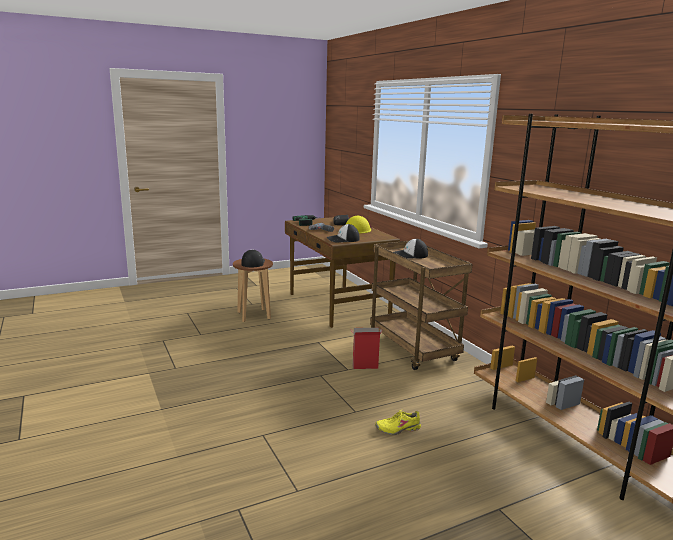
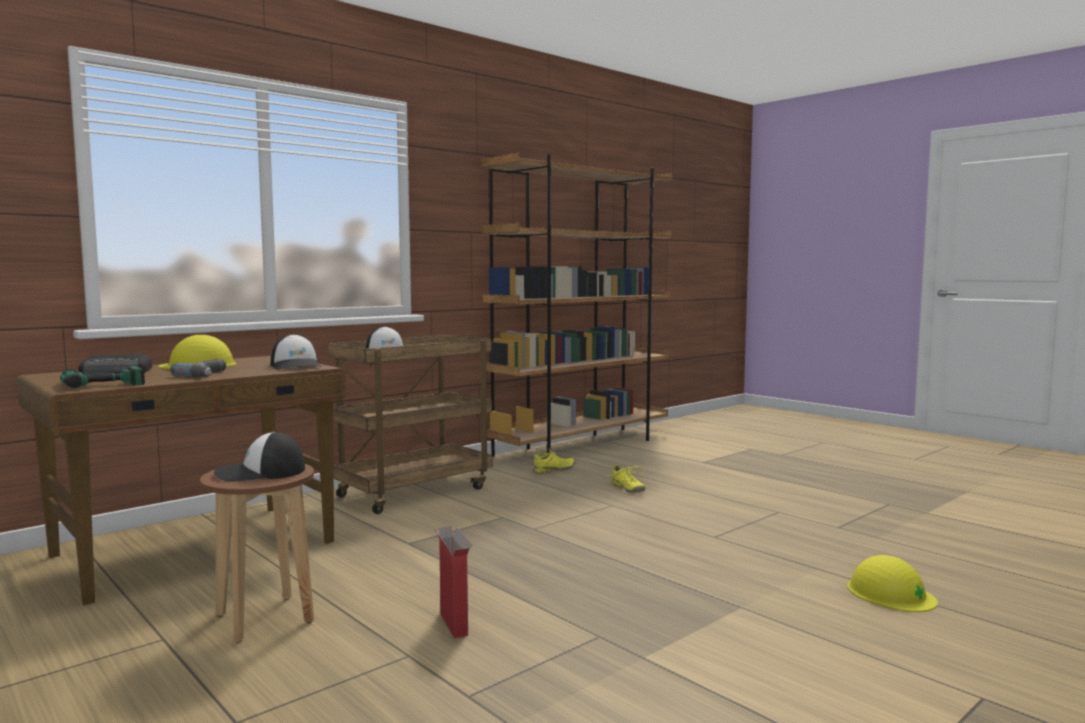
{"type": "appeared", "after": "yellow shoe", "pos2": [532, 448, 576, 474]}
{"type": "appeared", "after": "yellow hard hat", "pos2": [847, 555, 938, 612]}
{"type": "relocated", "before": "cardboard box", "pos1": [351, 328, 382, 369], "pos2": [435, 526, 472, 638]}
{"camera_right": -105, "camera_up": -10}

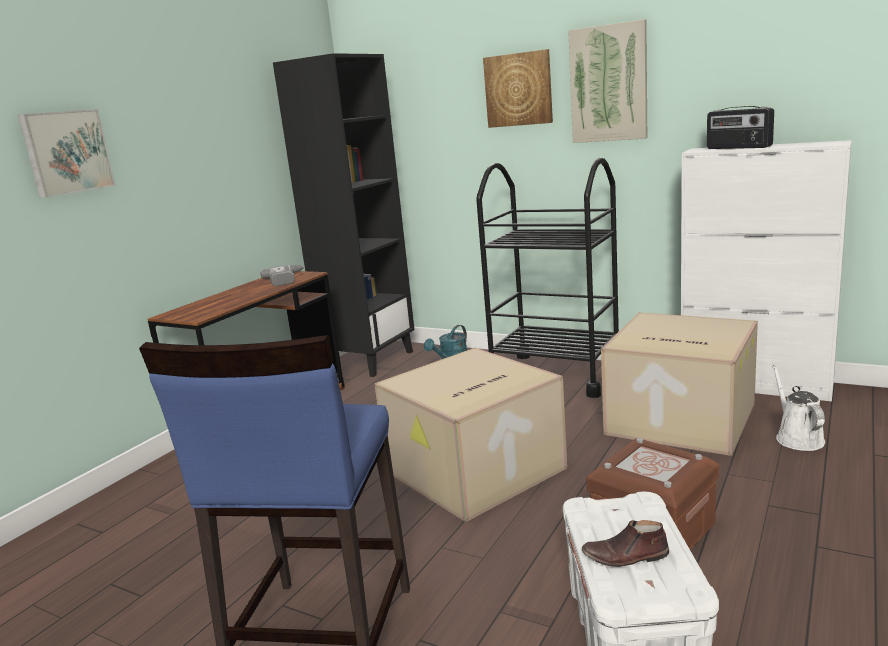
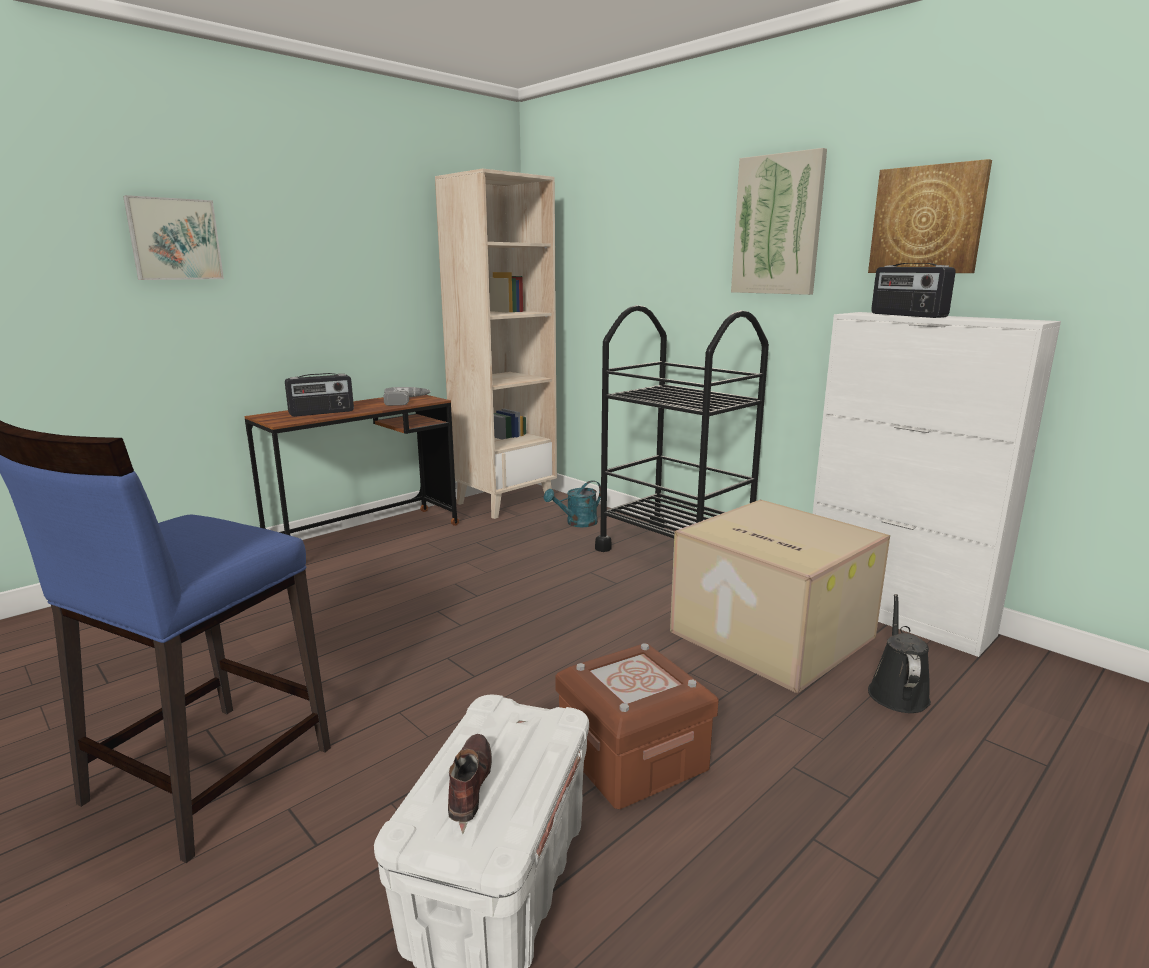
{"type": "missing", "before": "cardboard box", "pos1": [374, 348, 567, 522]}
{"type": "appeared", "after": "radio", "pos2": [285, 373, 354, 417]}
{"type": "relocated", "before": "picture", "pos1": [483, 49, 553, 128], "pos2": [868, 159, 992, 273]}
{"type": "colour", "before": "black bookcase", "after": "beige bookcase", "pos1": [273, 53, 415, 377], "pos2": [435, 168, 557, 519]}
{"type": "colour", "before": "white watering can", "after": "black watering can", "pos1": [772, 365, 825, 451], "pos2": [868, 594, 931, 713]}
{"type": "spun", "before": "brown shoe", "pos1": [582, 520, 669, 567], "pos2": [448, 734, 492, 822], "turn": 75}
{"camera_right": 15, "camera_up": 0}

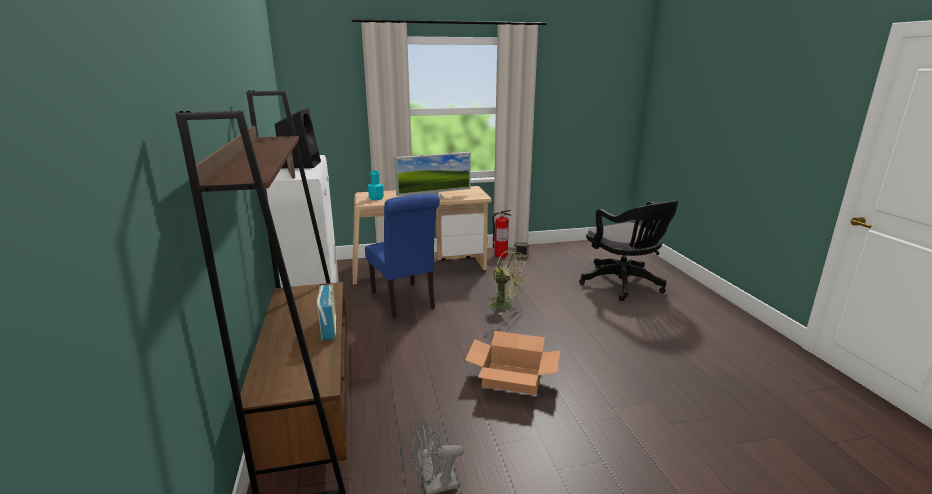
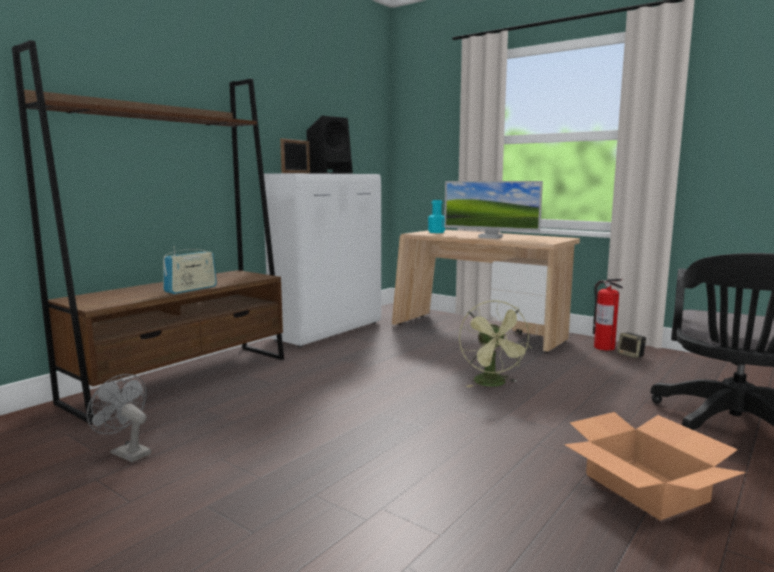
{"type": "missing", "before": "blue chair", "pos1": [365, 193, 440, 318]}
{"type": "relocated", "before": "cardboard box", "pos1": [465, 331, 560, 395], "pos2": [564, 412, 746, 520]}
{"camera_right": 50, "camera_up": -10}

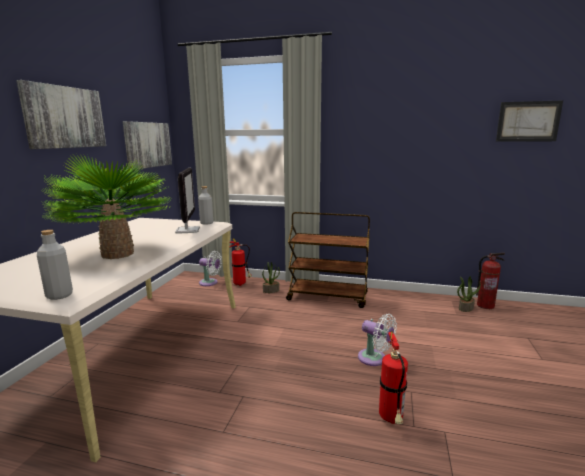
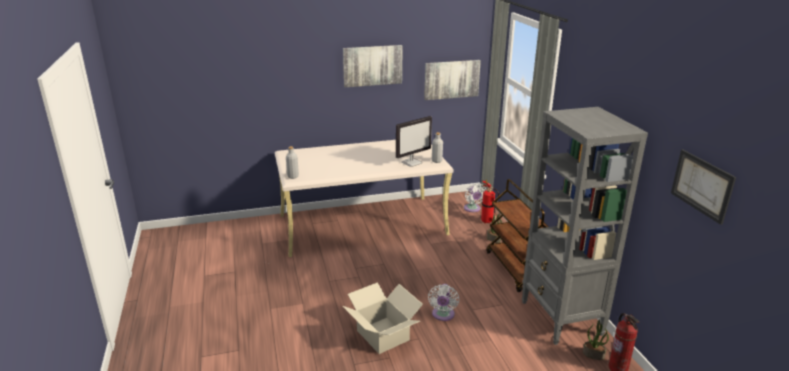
{"type": "missing", "before": "potted plant", "pos1": [42, 154, 172, 259]}
{"type": "appeared", "after": "grey bookcase", "pos2": [522, 107, 648, 345]}
{"type": "exchanged", "before": "fire extinguisher", "after": "cardboard box", "pos1": [379, 331, 408, 424], "pos2": [343, 282, 423, 354]}
{"camera_right": 60, "camera_up": 10}

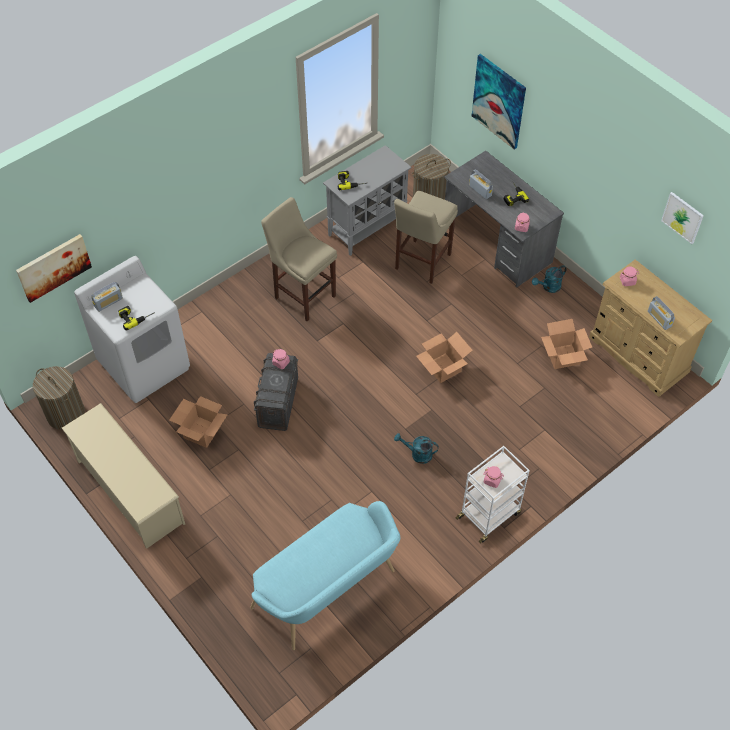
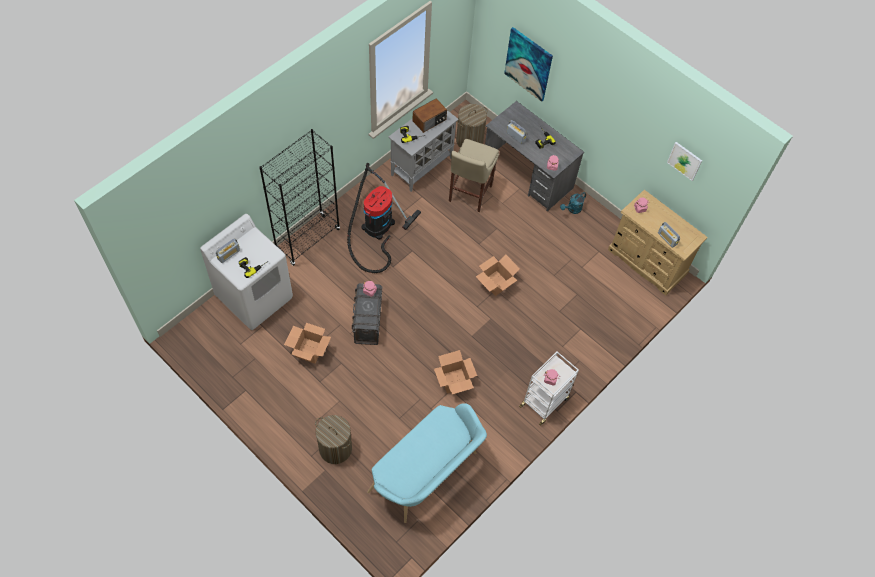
{"type": "missing", "before": "picture", "pos1": [16, 234, 92, 303]}
{"type": "missing", "before": "beige shoe rack", "pos1": [62, 403, 185, 549]}
{"type": "missing", "before": "turquoise watering can", "pos1": [394, 433, 439, 464]}
{"type": "appeared", "after": "black bookcase", "pos2": [259, 129, 340, 266]}
{"type": "appeared", "after": "radio", "pos2": [413, 98, 447, 133]}
{"type": "relocated", "before": "laundry basket", "pos1": [33, 366, 85, 430], "pos2": [315, 415, 352, 464]}
{"type": "relocated", "before": "cardboard box", "pos1": [541, 319, 592, 369], "pos2": [434, 350, 477, 394]}
{"type": "exchanged", "before": "beige stool", "after": "vacuum cleaner", "pos1": [261, 197, 337, 322], "pos2": [347, 163, 421, 273]}
{"camera_right": -10, "camera_up": 5}

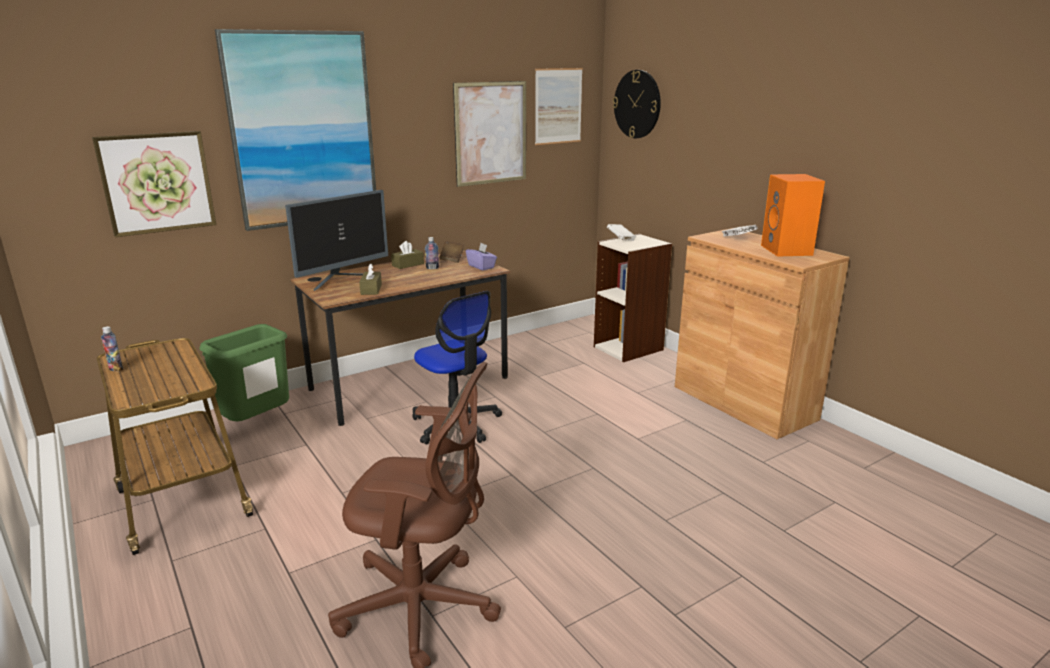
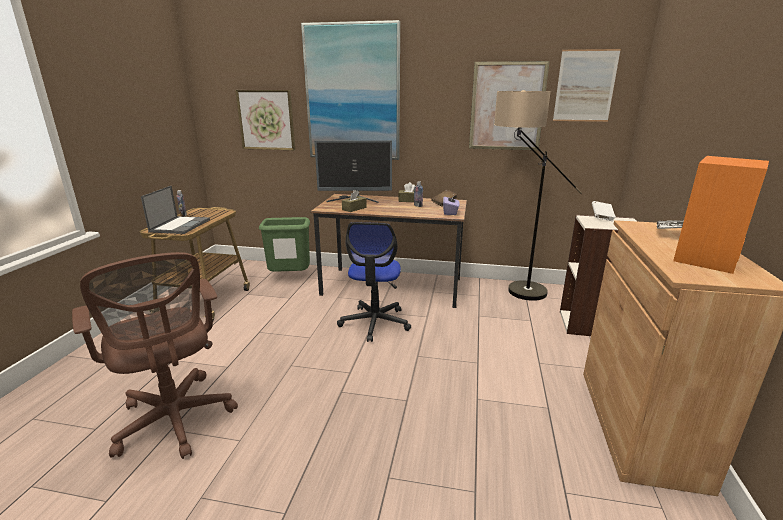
{"type": "missing", "before": "wall clock", "pos1": [612, 70, 661, 138]}
{"type": "appeared", "after": "laptop", "pos2": [141, 186, 210, 234]}
{"type": "appeared", "after": "floor lamp", "pos2": [494, 90, 582, 301]}
{"camera_right": 45, "camera_up": 0}

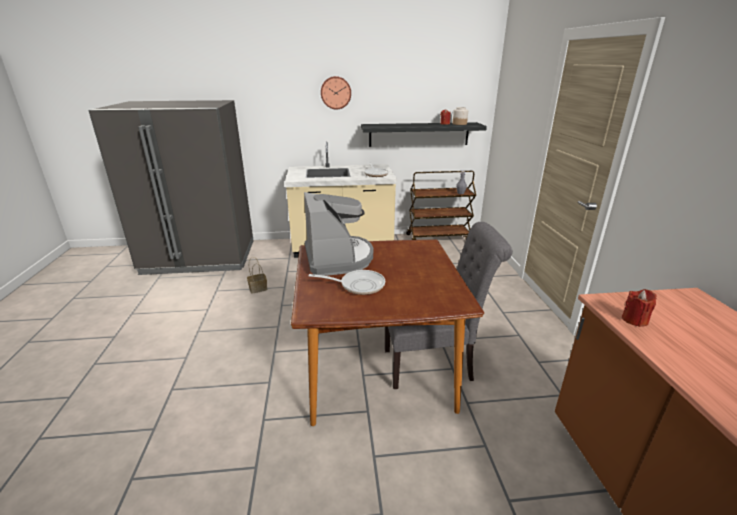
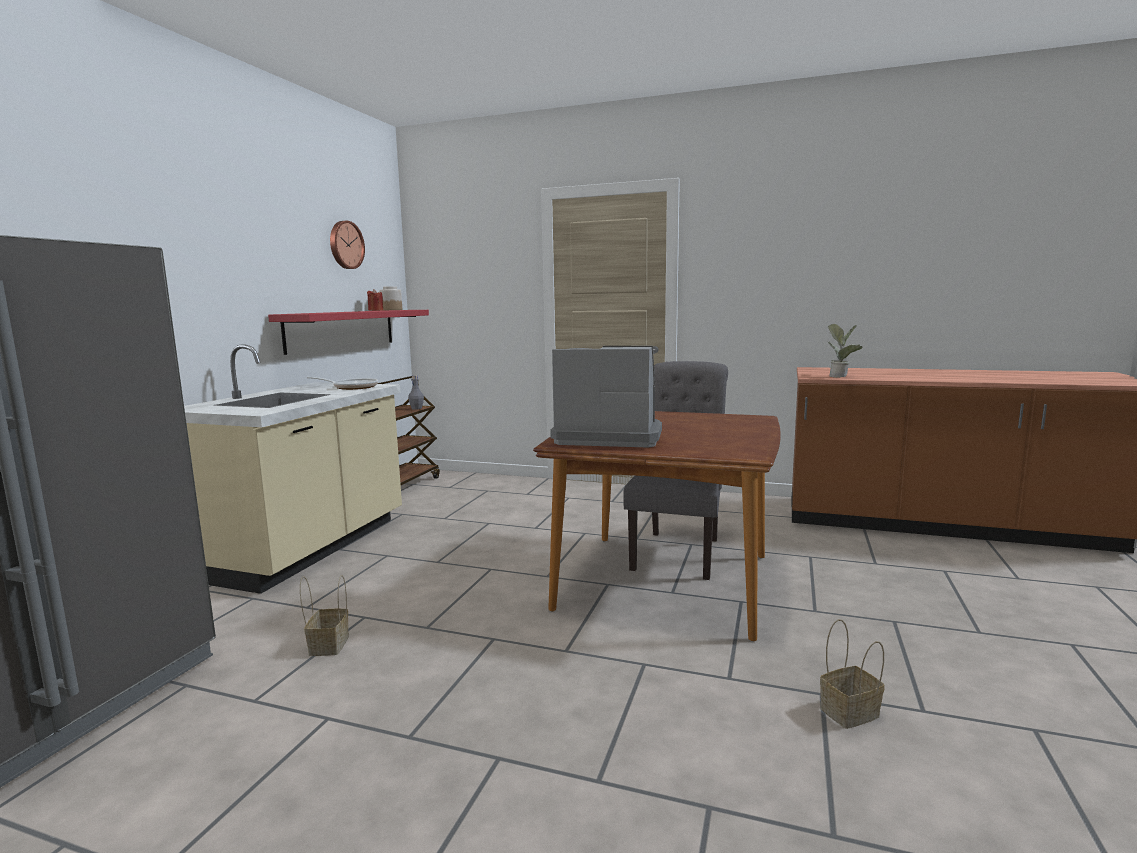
{"type": "missing", "before": "frying pan", "pos1": [309, 270, 385, 295]}
{"type": "appeared", "after": "basket", "pos2": [820, 619, 885, 729]}
{"type": "relocated", "before": "wall clock", "pos1": [321, 76, 351, 109], "pos2": [330, 221, 365, 269]}
{"type": "exchanged", "before": "red candle", "after": "potted plant", "pos1": [622, 289, 656, 327], "pos2": [828, 324, 863, 378]}
{"type": "colour", "before": "black shelf", "after": "red shelf", "pos1": [361, 122, 487, 147], "pos2": [268, 310, 429, 355]}
{"camera_right": -65, "camera_up": -15}

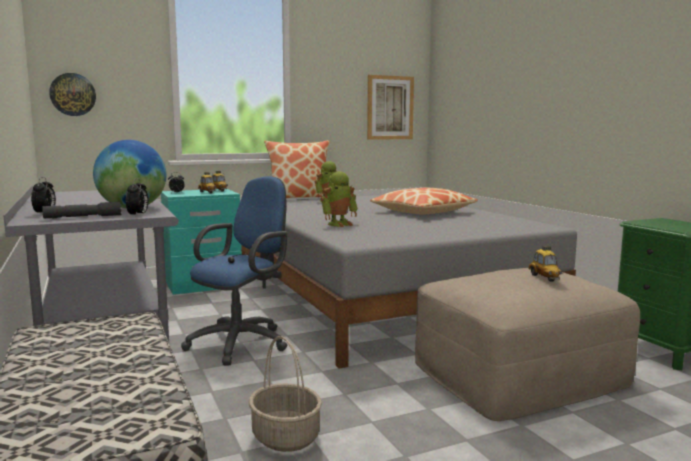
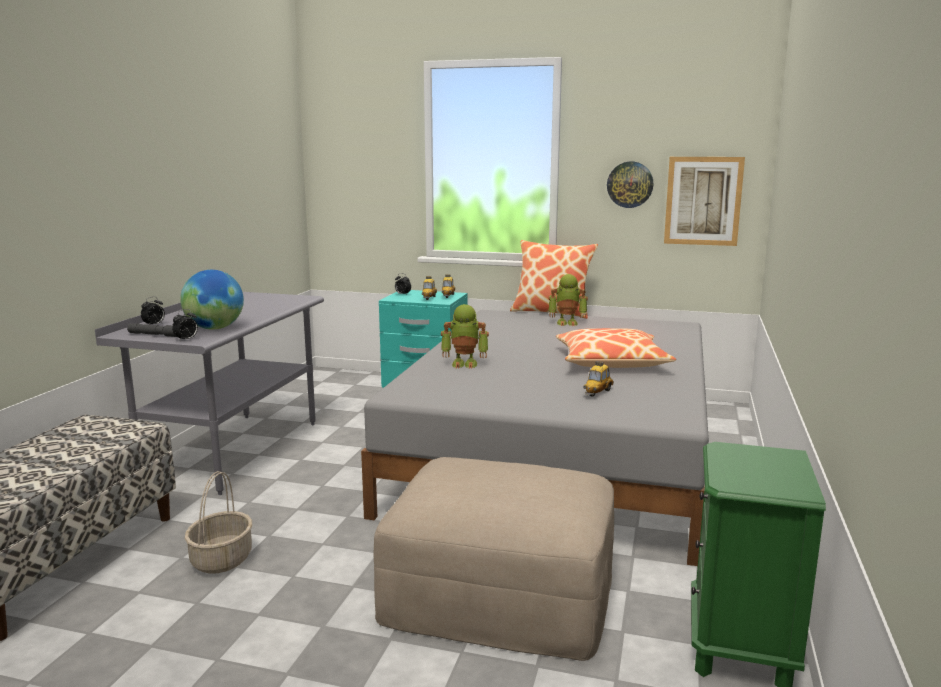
{"type": "missing", "before": "blue office chair", "pos1": [181, 176, 287, 365]}
{"type": "relocated", "before": "wall clock", "pos1": [49, 73, 96, 116], "pos2": [607, 161, 653, 208]}
{"type": "relocated", "before": "toy car", "pos1": [528, 246, 562, 282], "pos2": [583, 361, 614, 397]}
{"camera_right": 40, "camera_up": 5}

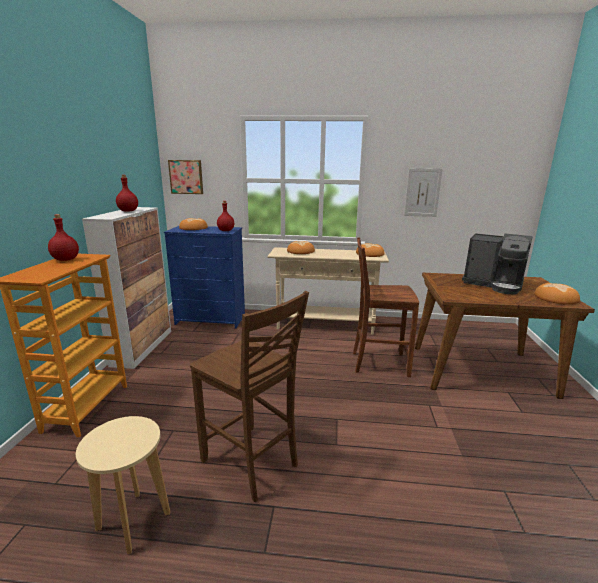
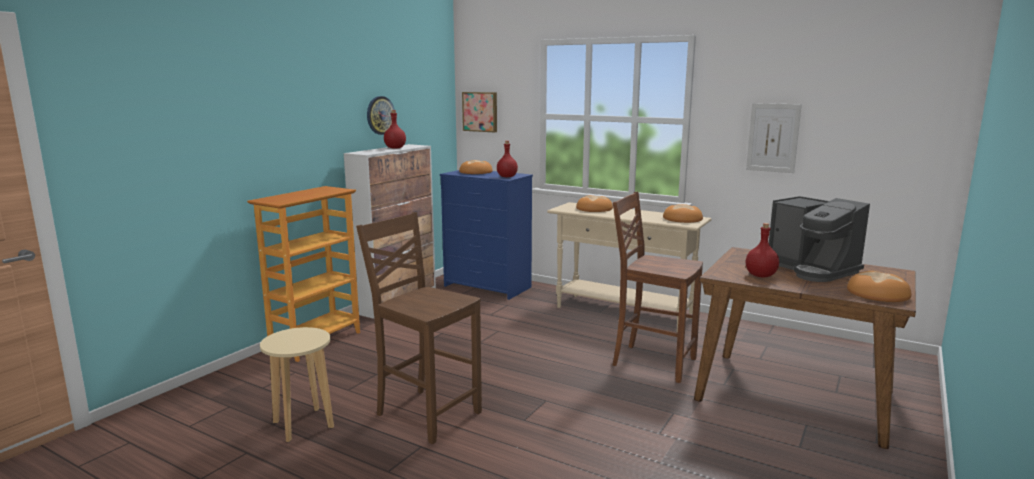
{"type": "appeared", "after": "wall clock", "pos2": [367, 96, 394, 135]}
{"type": "relocated", "before": "red bottle", "pos1": [48, 214, 79, 261], "pos2": [746, 223, 779, 278]}
{"type": "spun", "before": "brown chair", "pos1": [190, 291, 309, 502], "pos2": [356, 212, 482, 444], "turn": 150}
{"camera_right": 25, "camera_up": -5}

